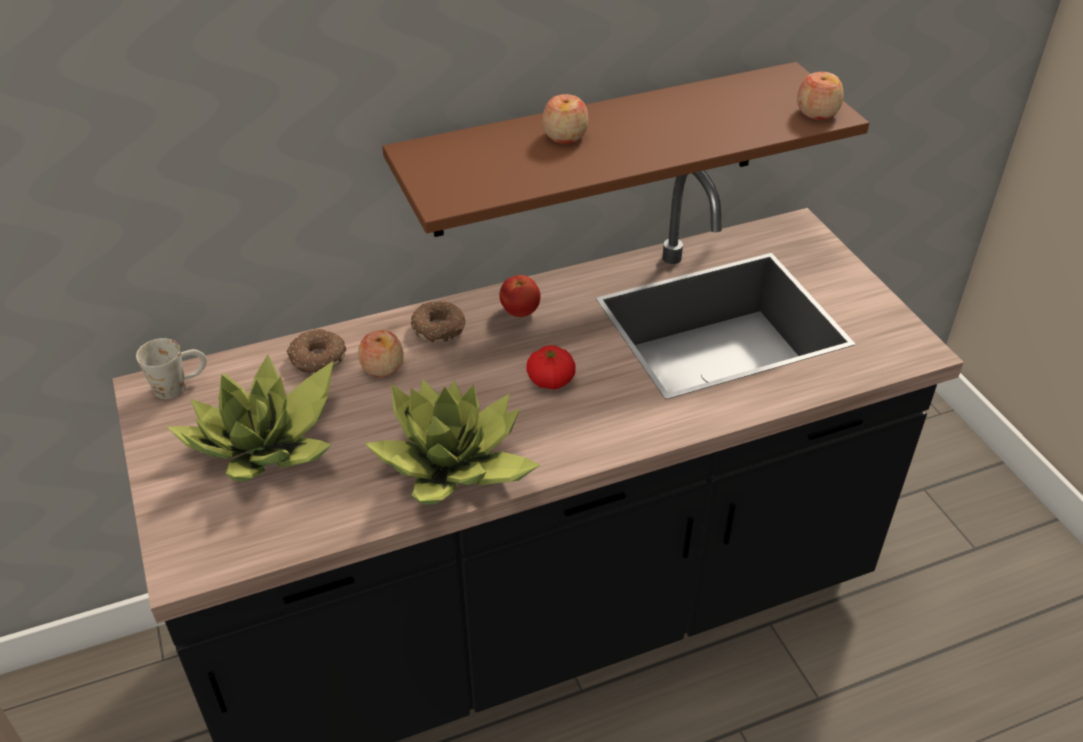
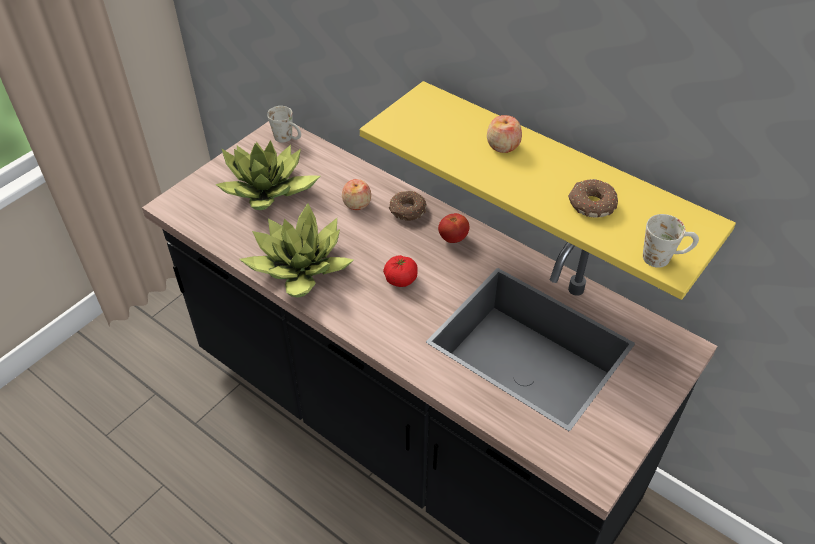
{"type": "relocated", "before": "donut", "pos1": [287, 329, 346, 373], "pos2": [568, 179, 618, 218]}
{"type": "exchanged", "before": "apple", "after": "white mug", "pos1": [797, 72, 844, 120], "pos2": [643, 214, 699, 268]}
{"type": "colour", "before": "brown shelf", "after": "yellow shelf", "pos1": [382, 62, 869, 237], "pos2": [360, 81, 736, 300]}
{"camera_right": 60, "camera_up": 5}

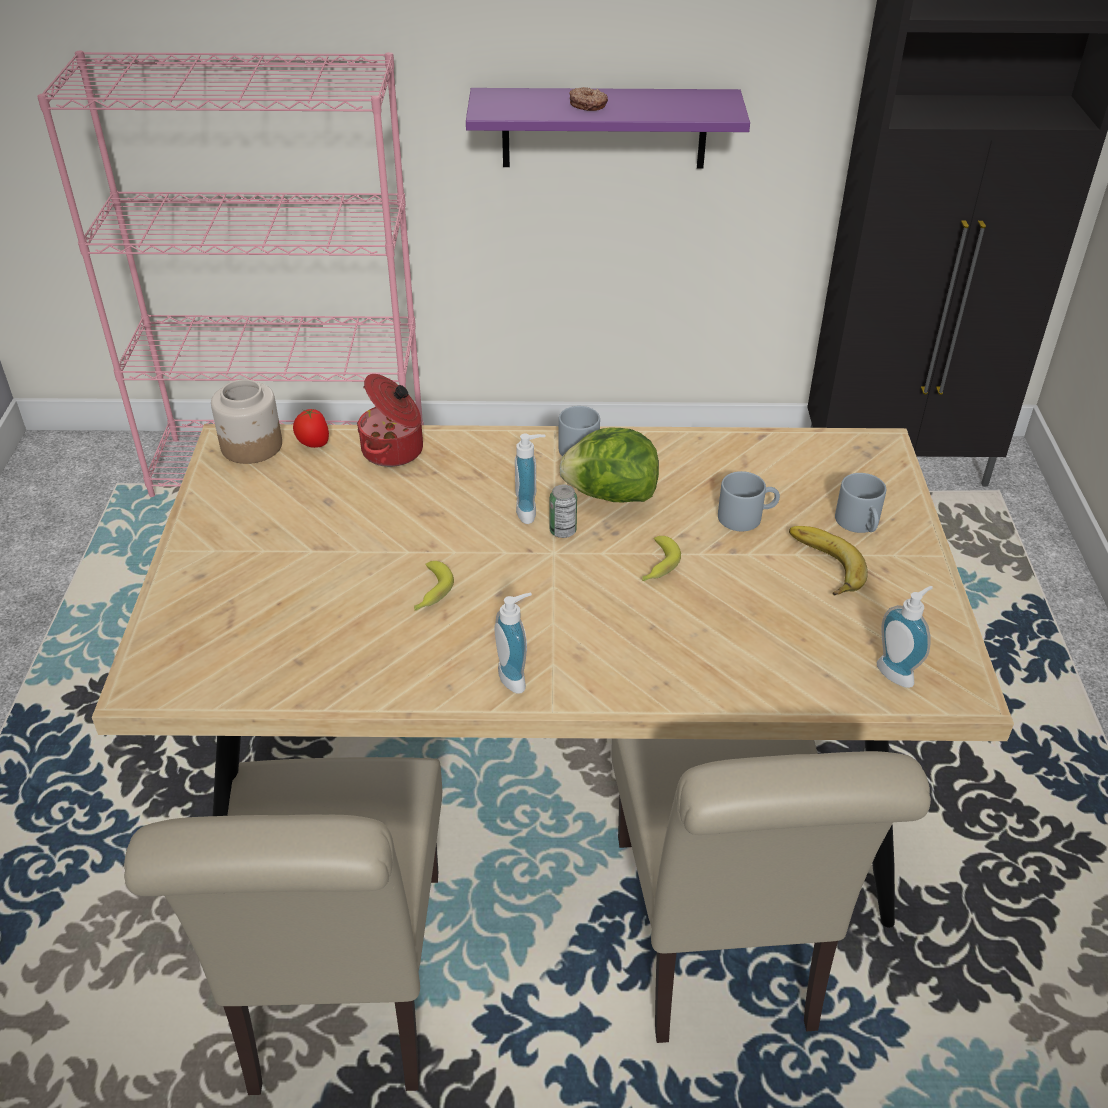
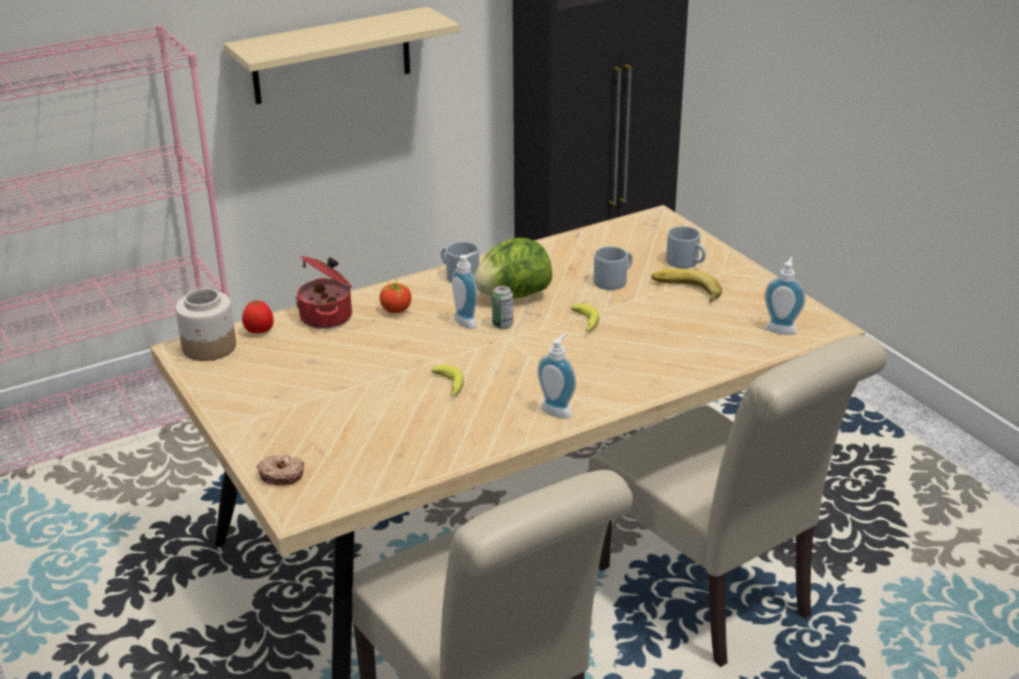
{"type": "appeared", "after": "tomato", "pos2": [380, 278, 411, 313]}
{"type": "relocated", "before": "donut", "pos1": [569, 87, 608, 111], "pos2": [257, 454, 304, 485]}
{"type": "colour", "before": "purple shelf", "after": "beige shelf", "pos1": [466, 88, 750, 169], "pos2": [224, 7, 460, 104]}
{"camera_right": -30, "camera_up": -10}

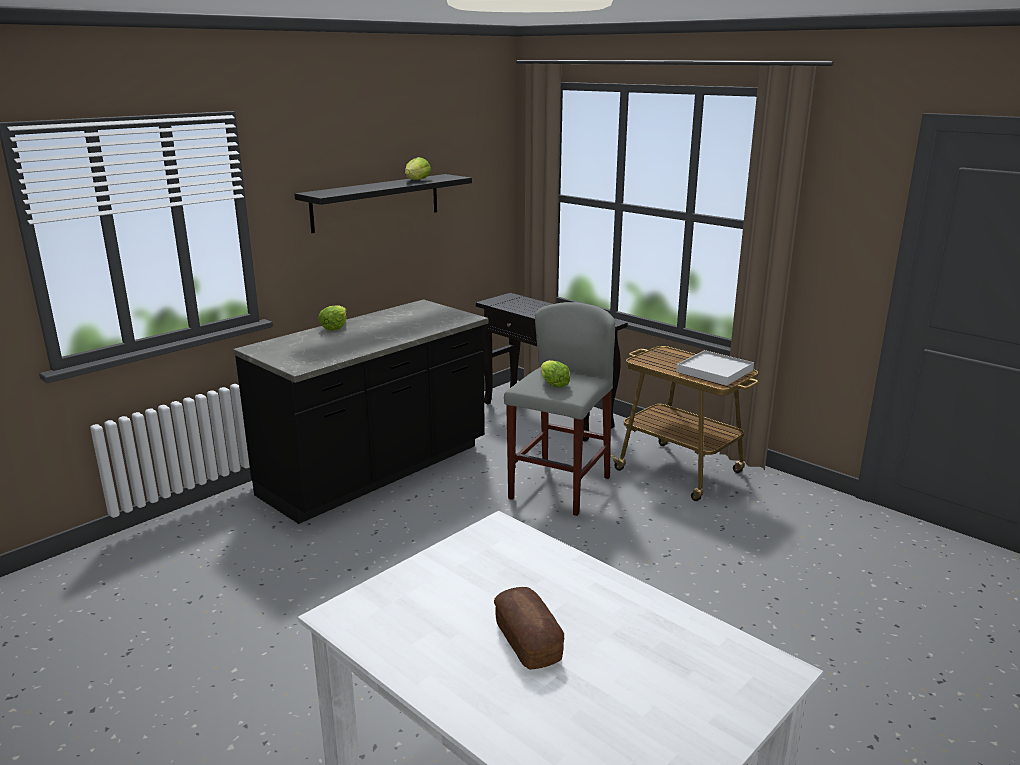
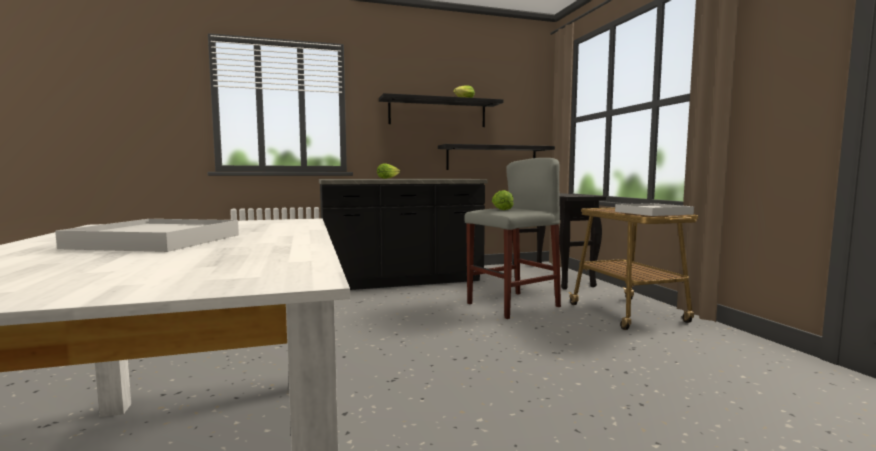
{"type": "appeared", "after": "black shelf", "pos2": [438, 144, 555, 170]}
{"type": "exchanged", "before": "bread", "after": "white tray", "pos1": [494, 587, 564, 670], "pos2": [55, 219, 239, 252]}
{"camera_right": 30, "camera_up": -15}

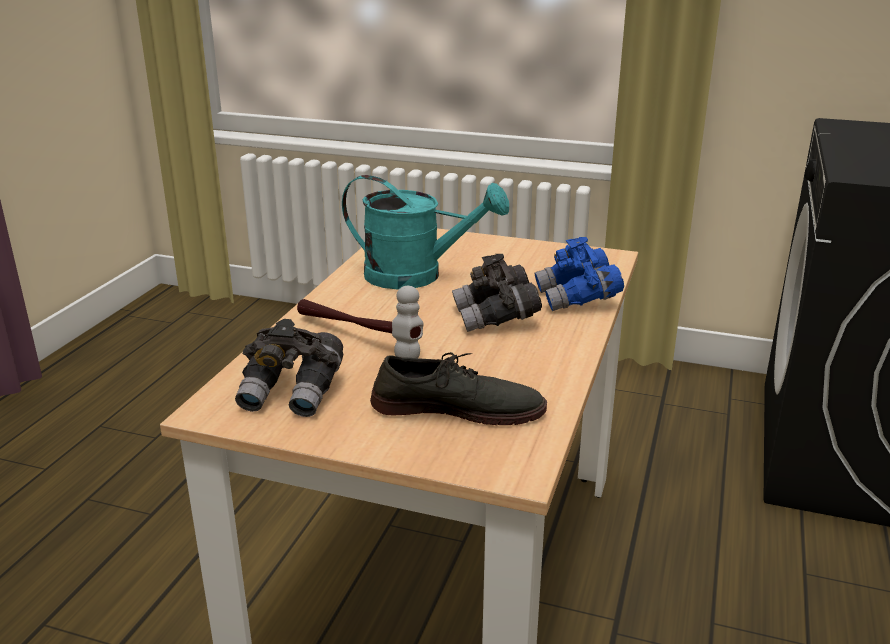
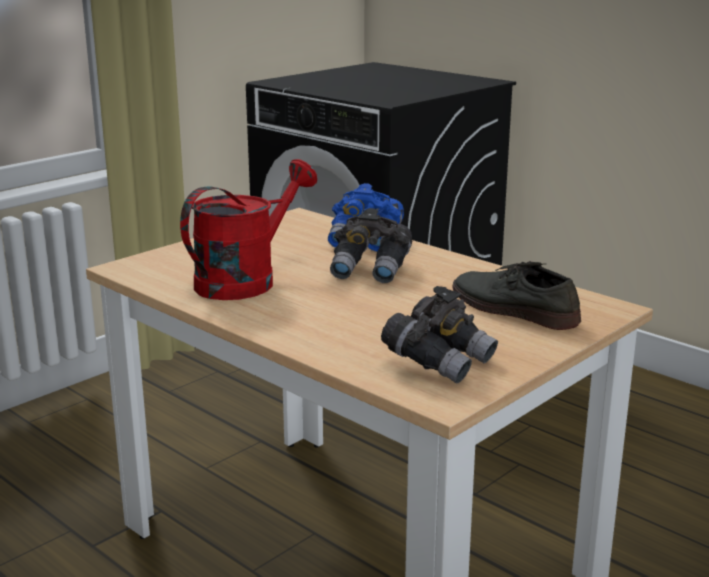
{"type": "missing", "before": "hammer", "pos1": [297, 286, 423, 358]}
{"type": "colour", "before": "turquoise watering can", "after": "red watering can", "pos1": [342, 175, 509, 289], "pos2": [180, 159, 317, 300]}
{"type": "spun", "before": "grey shoe", "pos1": [370, 352, 547, 425], "pos2": [452, 261, 581, 330], "turn": -75}
{"camera_right": -65, "camera_up": -5}

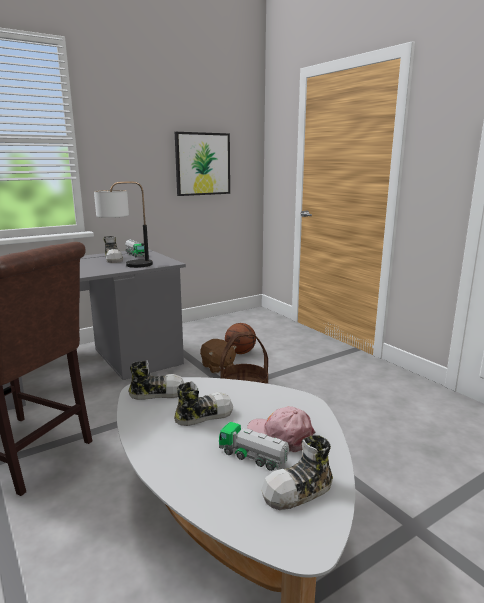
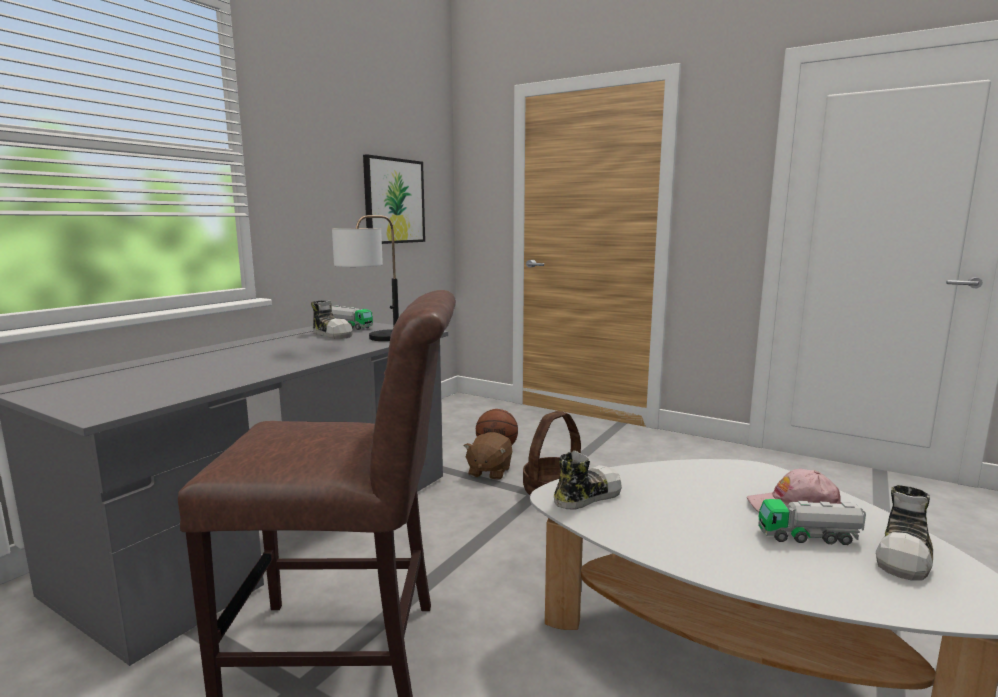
{"type": "missing", "before": "shoe", "pos1": [174, 381, 233, 426]}
{"type": "spun", "before": "brown plush toy", "pos1": [200, 339, 237, 373], "pos2": [464, 432, 512, 480], "turn": 75}
{"camera_right": -25, "camera_up": -5}

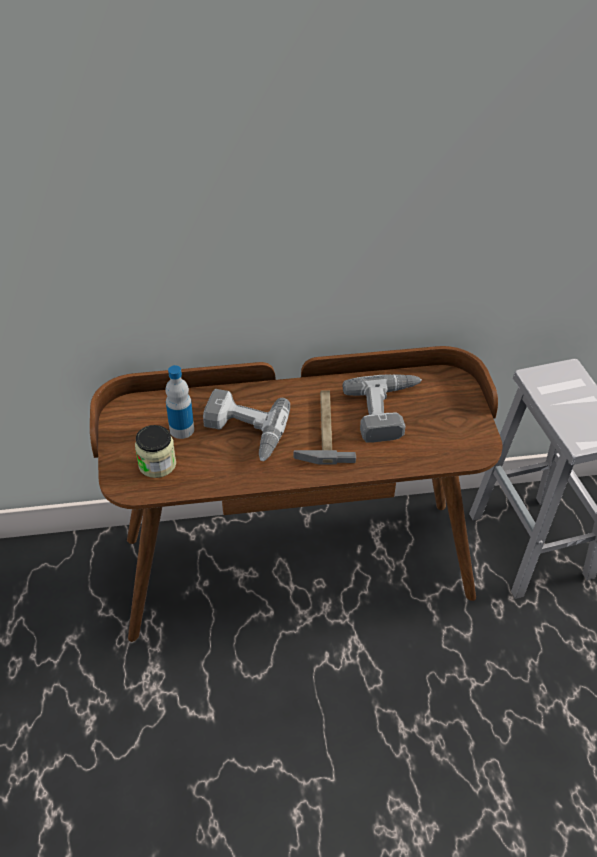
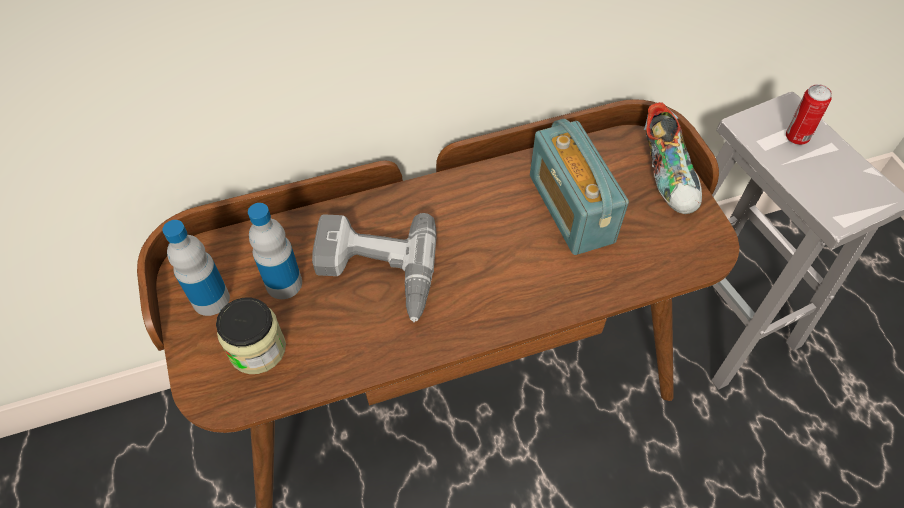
{"type": "missing", "before": "hammer", "pos1": [294, 390, 356, 465]}
{"type": "appeared", "after": "bottle", "pos2": [162, 220, 230, 316]}
{"type": "appeared", "after": "shoe", "pos2": [644, 102, 702, 214]}
{"type": "appeared", "after": "can", "pos2": [786, 84, 832, 145]}
{"type": "exchanged", "before": "power drill", "after": "radio", "pos1": [342, 374, 422, 443], "pos2": [530, 119, 629, 255]}
{"camera_right": -10, "camera_up": 10}

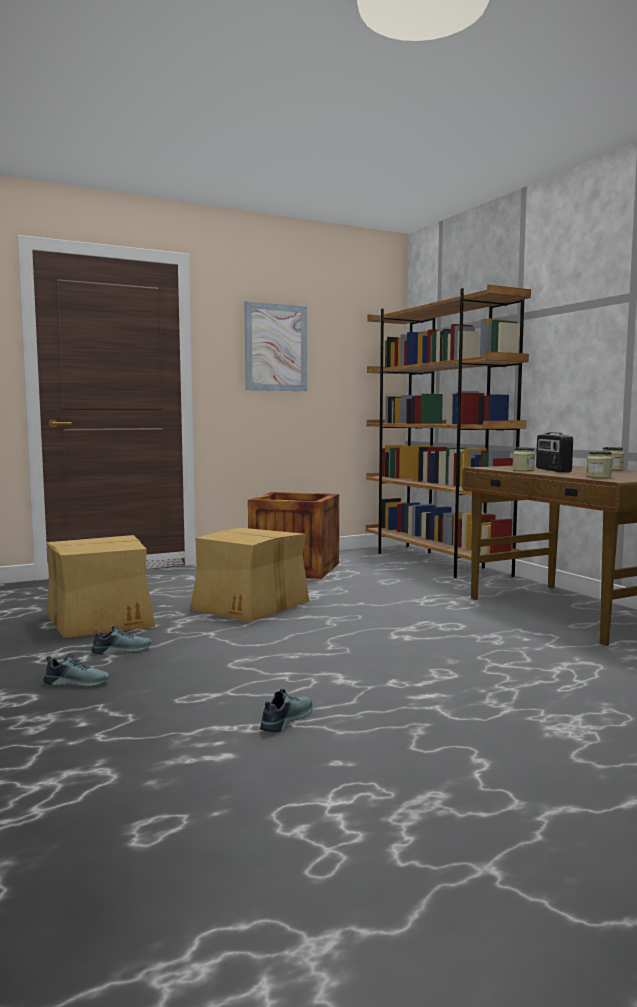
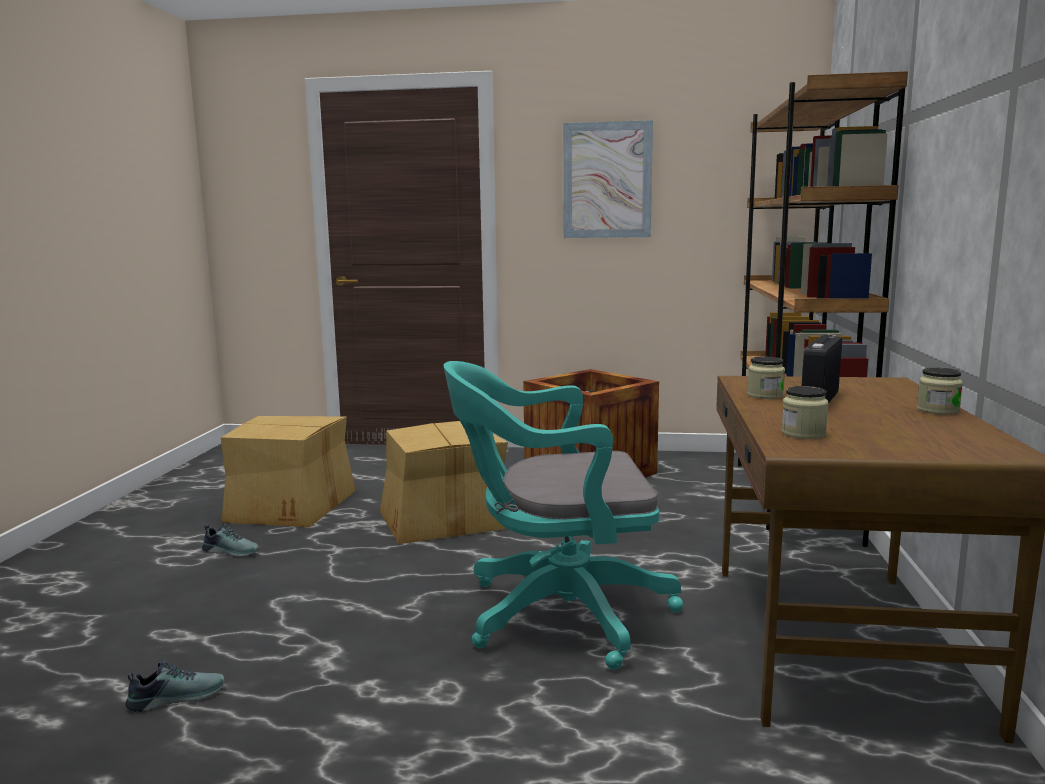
{"type": "missing", "before": "shoe", "pos1": [43, 653, 109, 687]}
{"type": "appeared", "after": "turquoise office chair", "pos2": [443, 361, 683, 670]}
{"camera_right": 35, "camera_up": 5}

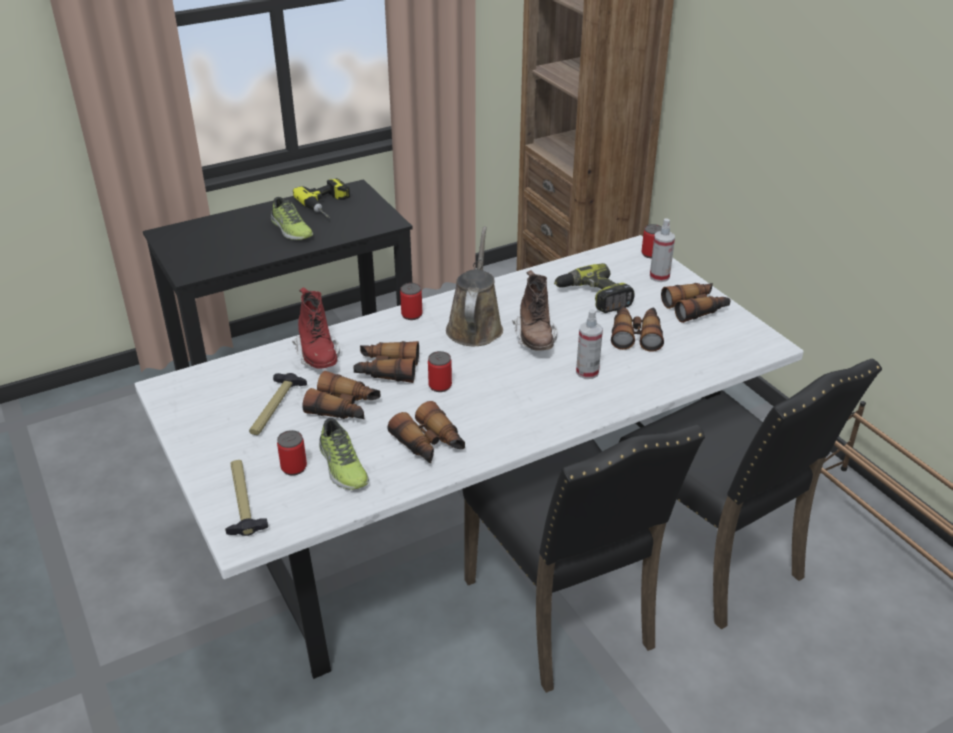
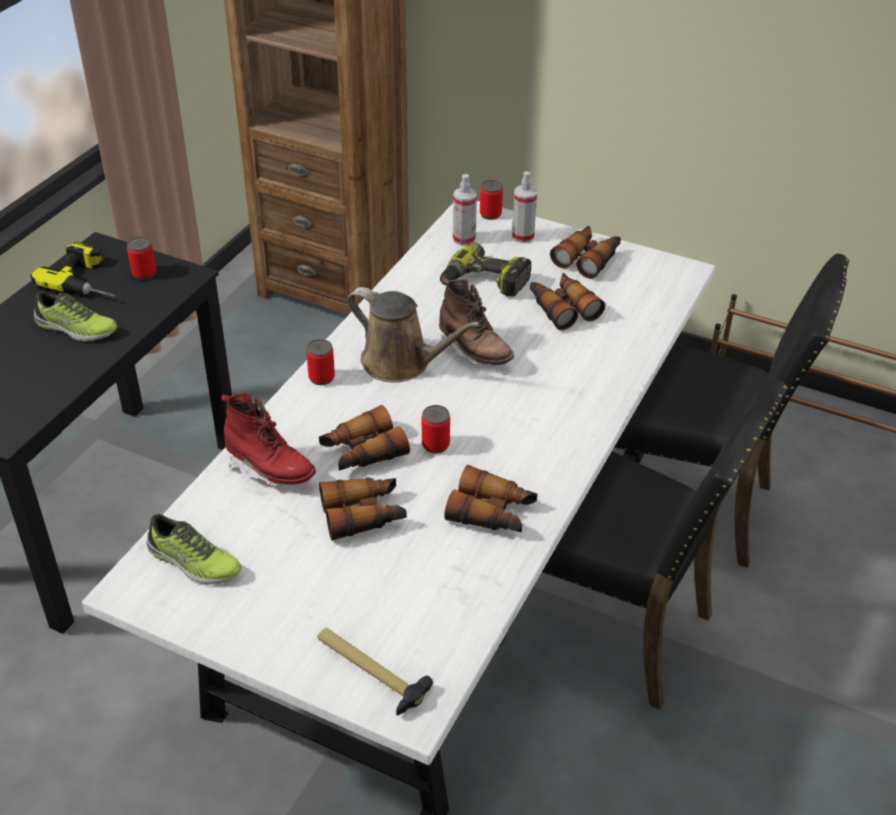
{"type": "missing", "before": "hammer", "pos1": [249, 373, 307, 435]}
{"type": "relocated", "before": "can", "pos1": [277, 430, 307, 476], "pos2": [127, 237, 156, 280]}
{"type": "relocated", "before": "shoe", "pos1": [319, 418, 369, 490], "pos2": [146, 514, 242, 585]}
{"type": "relocated", "before": "spray bottle", "pos1": [576, 309, 603, 379], "pos2": [453, 174, 477, 246]}
{"type": "spun", "before": "brown watering can", "pos1": [446, 227, 503, 346], "pos2": [347, 287, 481, 383], "turn": 150}
{"camera_right": -35, "camera_up": 5}

